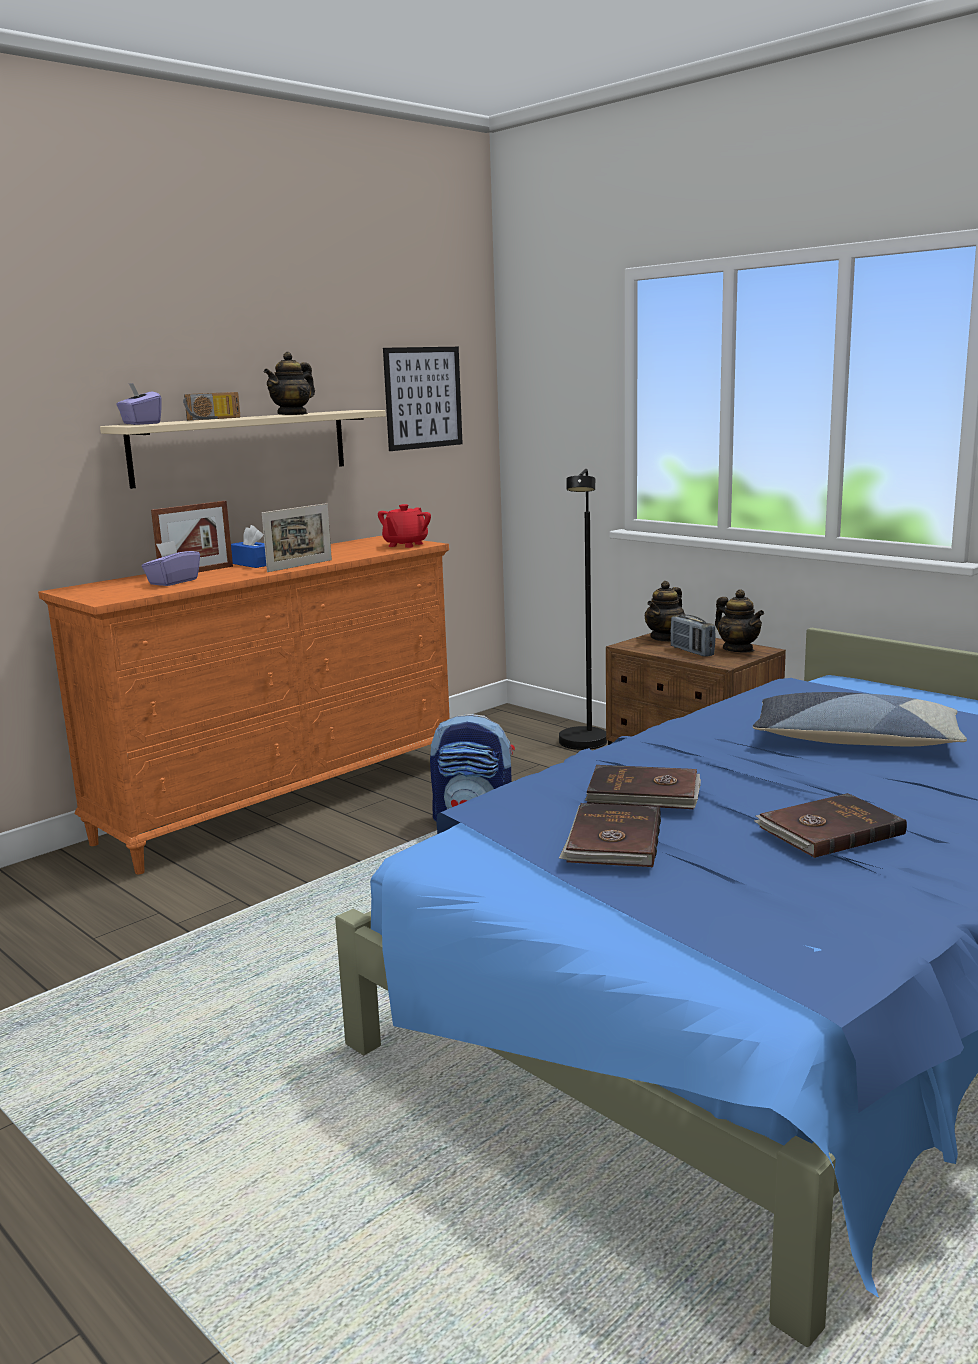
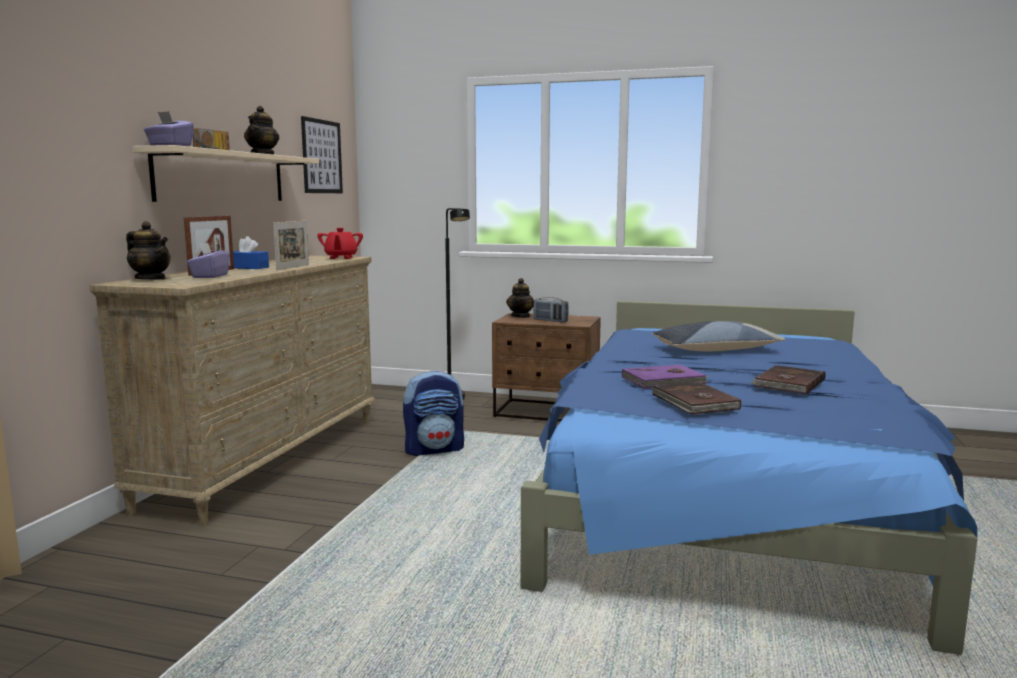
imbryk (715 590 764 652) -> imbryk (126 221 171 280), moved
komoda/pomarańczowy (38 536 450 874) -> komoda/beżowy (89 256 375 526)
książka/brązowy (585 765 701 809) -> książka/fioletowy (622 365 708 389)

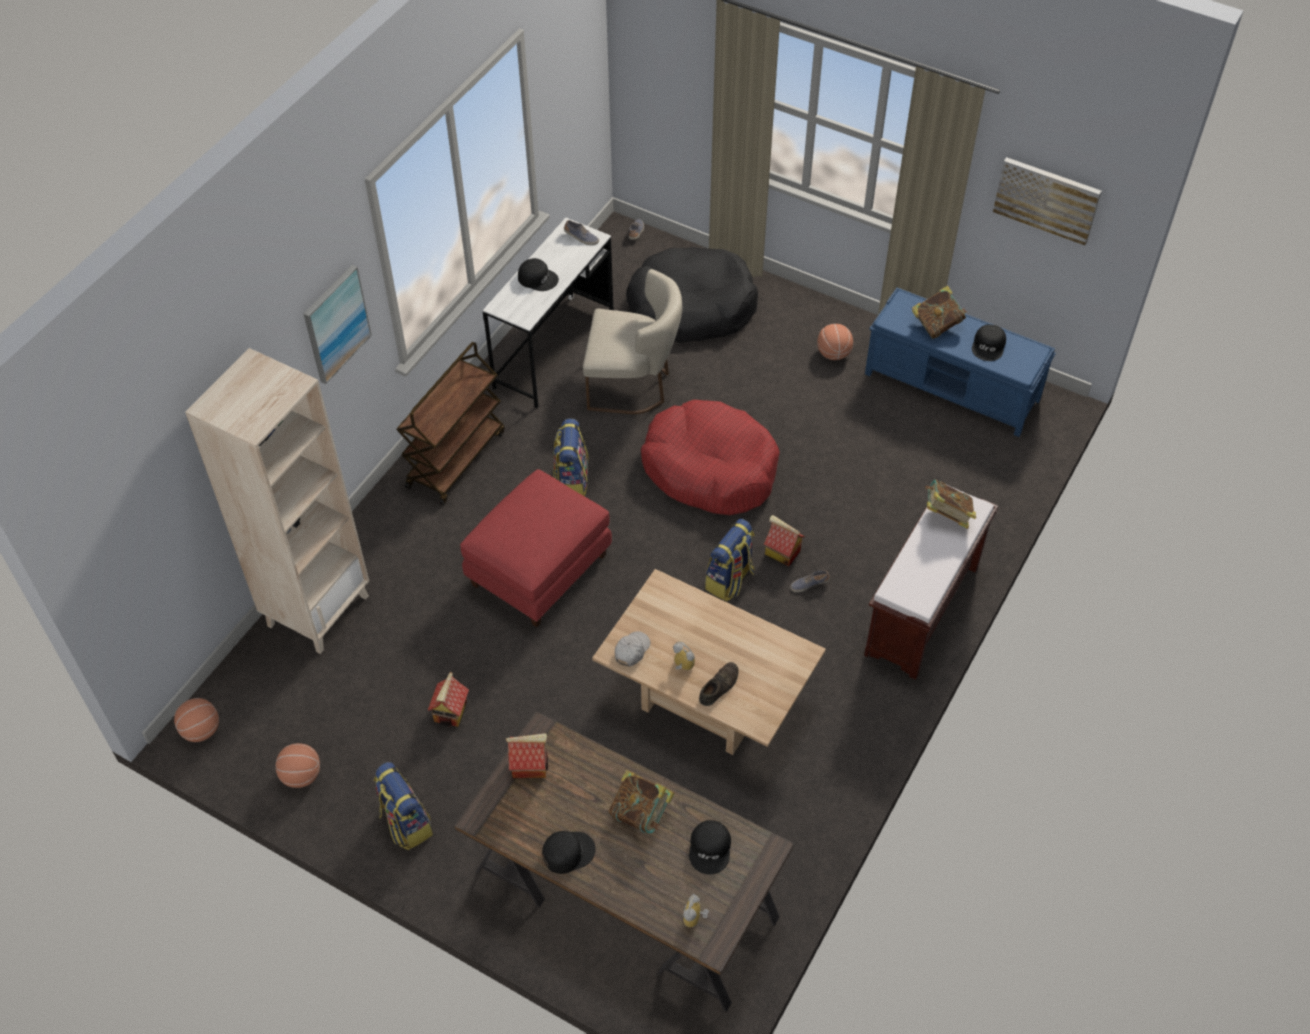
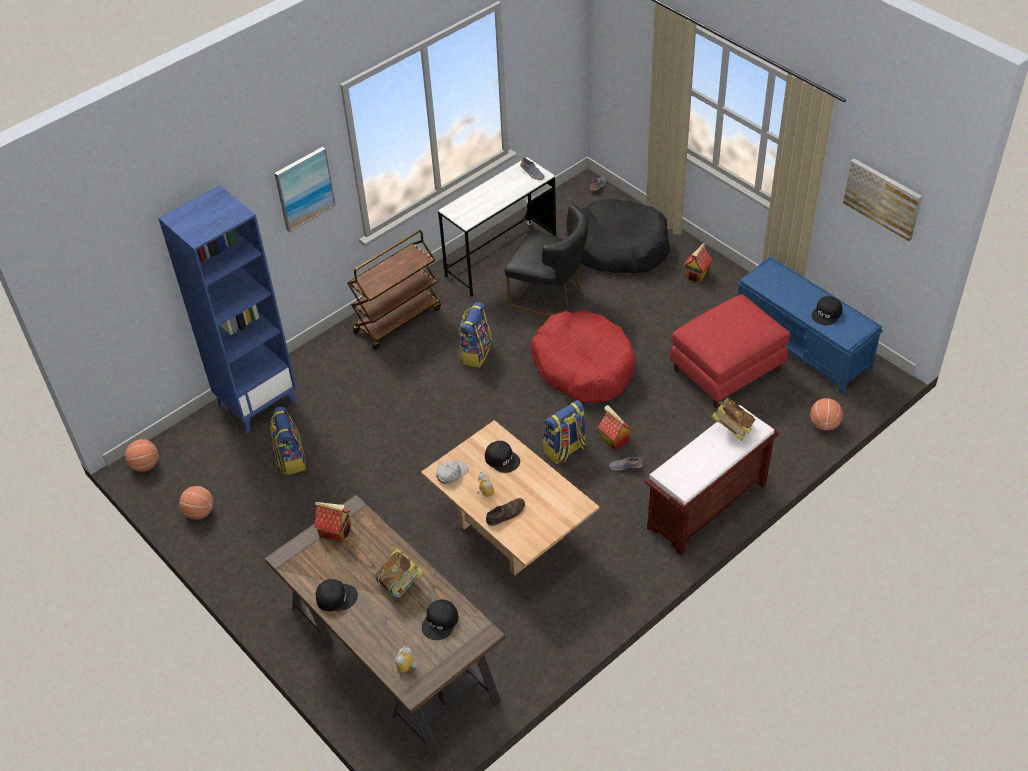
książka (912 285 967 339) -> none
plecak (374 762 433 850) -> plecak (270 407 306 475), moved
domek (428 672 469 727) -> domek (684 243 713 283), moved
pufa/czerwony (460 469 612 627) -> pufa/czerwony (670 294 790 408), moved
czapka z daszkiem/czarny (518 258 559 291) -> czapka z daszkiem/czarny (485 441 520 473), moved
piłka do koszykówki (817 324 853 360) -> piłka do koszykówki (810 398 843 431), moved
regał/beżowy (185 348 369 654) -> regał/niebieski (158 185 297 433)
krzesło/beżowy (583 269 683 414) -> krzesło/czarny (505 204 589 316)

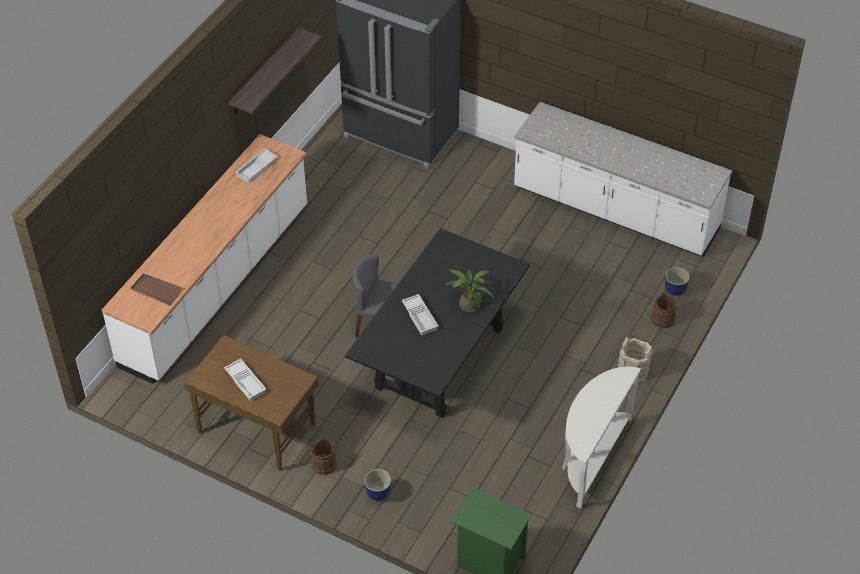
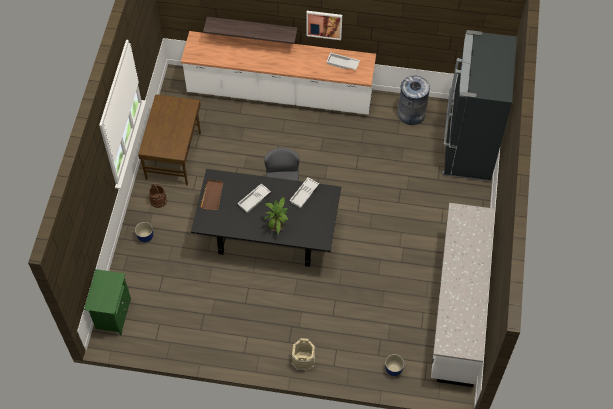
stolik konsolowy/biały (562 367 641 508) -> none
wiadro/brązowy (652 291 677 328) -> none
none -> obraz (306 11 342 40)
none -> kosz na śmieci/szary (398 75 430 125)
taca/brązowy (131 273 183 306) -> taca/brązowy (200 180 223 210), moved
taca/biały (224 359 266 401) -> taca/biały (289 177 319 208), moved
półka (229 28 322 115) -> półka (203 17 298 44), moved

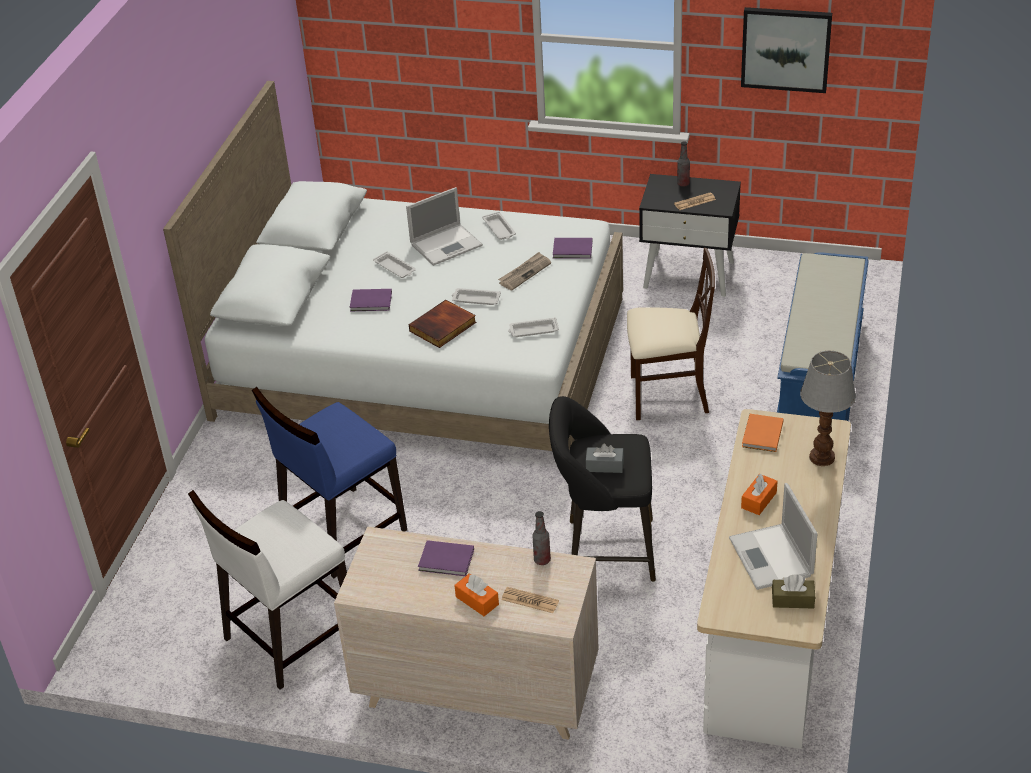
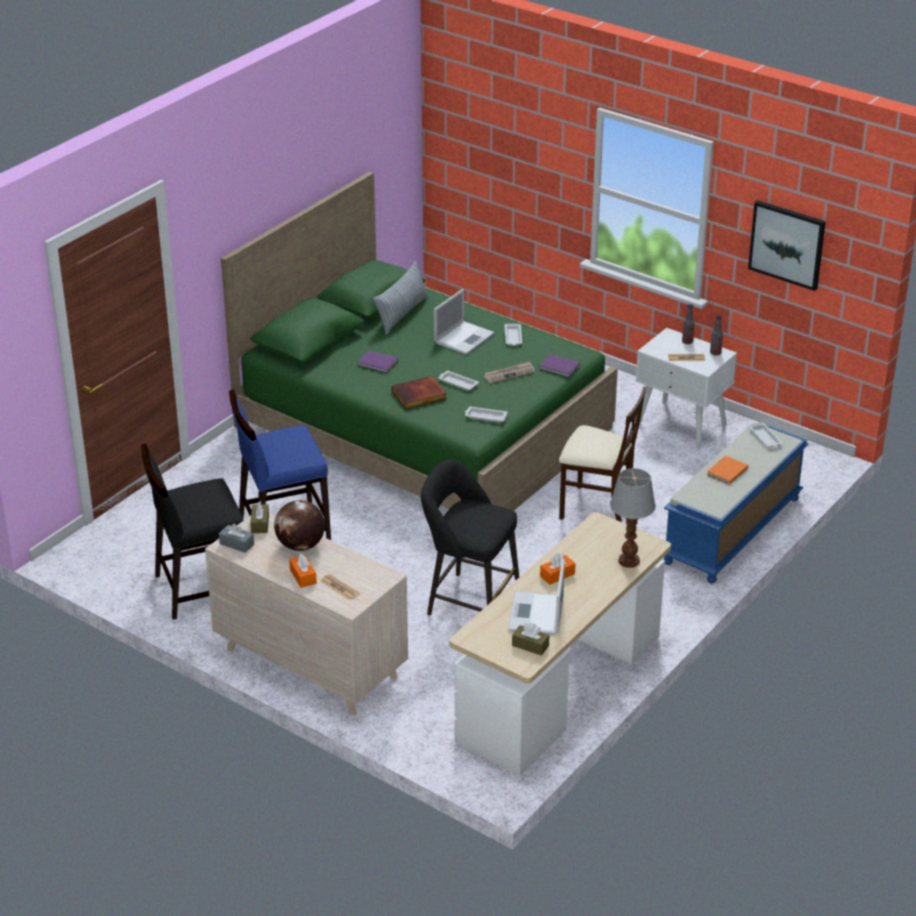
none -> pudełko chusteczek/brązowy (250 501 269 533)
none -> poduszka (373 261 428 335)
taca/biały (373 251 416 278) -> taca/biały (749 422 783 448), moved
butelka (532 511 551 565) -> butelka (710 315 723 355), moved
pudełko chusteczek/szary (585 444 624 473) -> pudełko chusteczek/szary (219 523 254 553), moved
książka/pomarańczowy (742 414 784 452) -> książka/pomarańczowy (707 456 748 485), moved
książka/fioletowy (418 540 474 576) -> globus (274 500 325 551)
łóżko/biały (163 81 623 451) -> łóżko/zielony (221 172 618 511)
krzesło/biały (188 490 347 690) -> krzesło/czarny (141 443 244 620)
szafka nocna/czarny (639 174 741 297) -> szafka nocna/biały (636 328 737 449)
laptop (406 187 483 266) -> laptop (434 289 494 355), 45 degrees counterclockwise

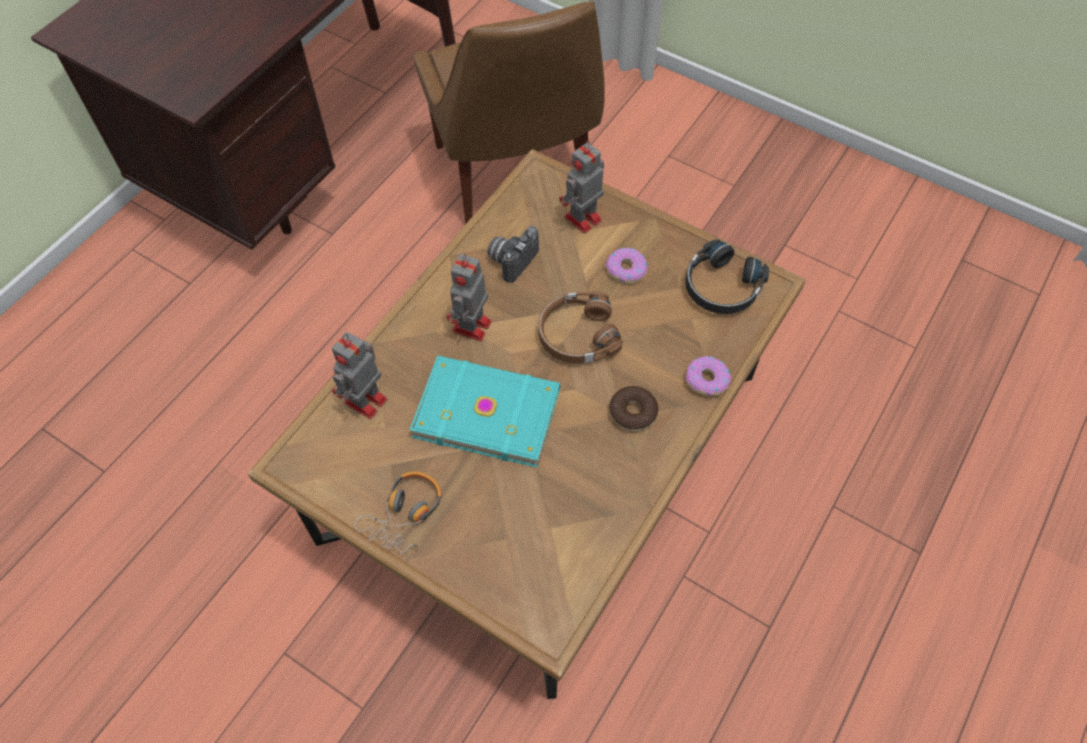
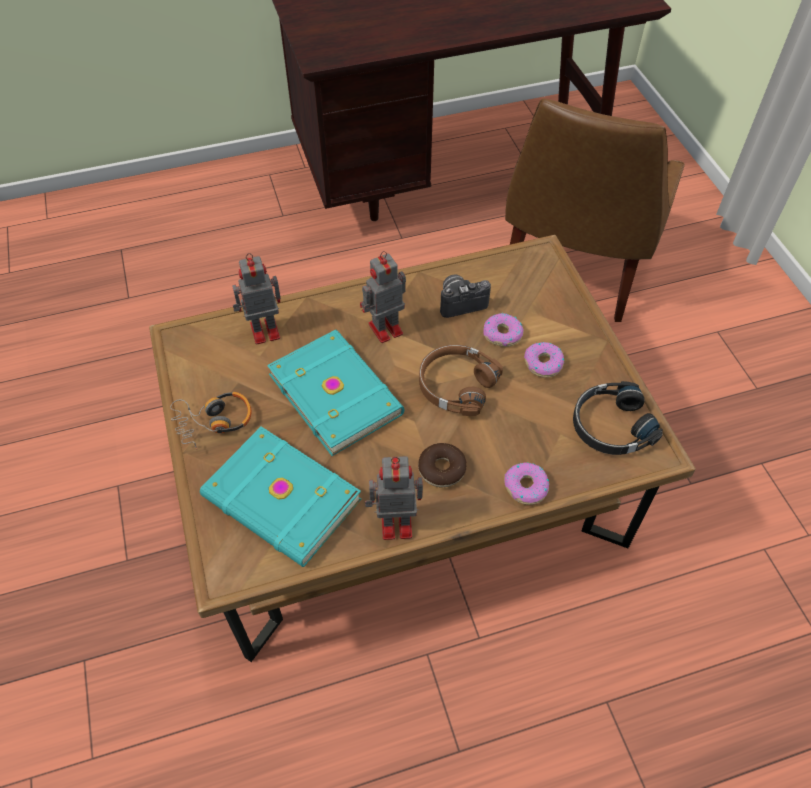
none -> książka/turkusowy (200 427 361 567)
none -> donut (483 313 524 347)
robot zabawkowy (559 141 604 234) -> robot zabawkowy (365 456 423 540), moved

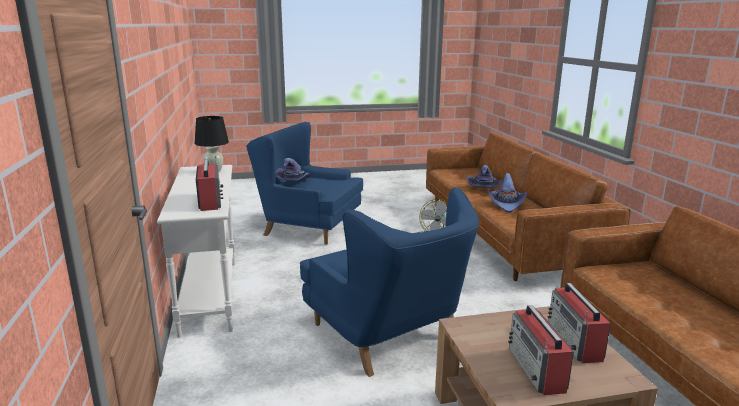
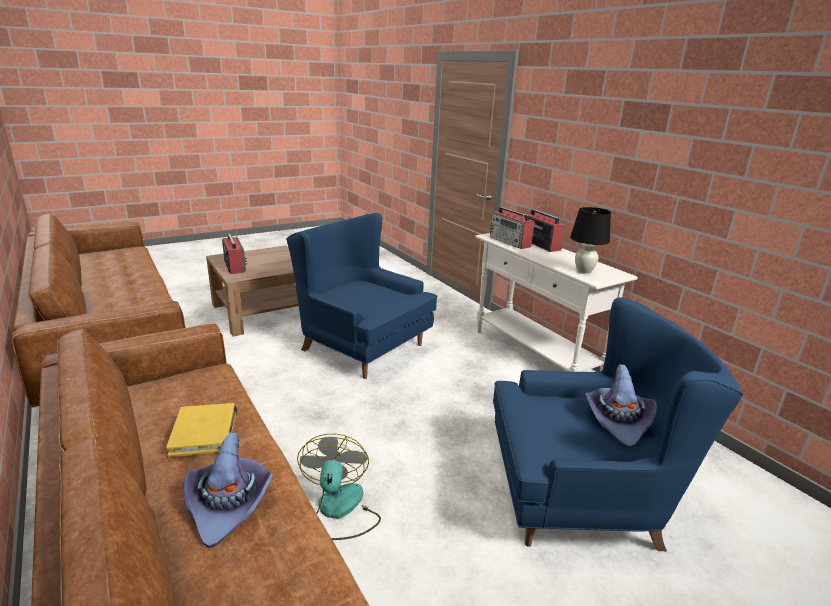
radio (508 305 574 395) -> radio (524 206 566 252), moved
kapelusz/fioletowy (487 173 527 213) -> książka/żółty (166 403 237 457)

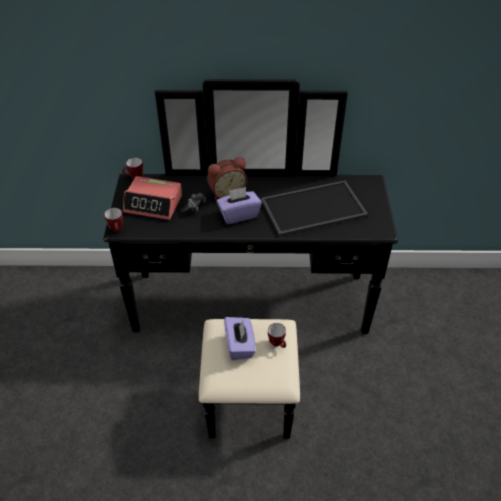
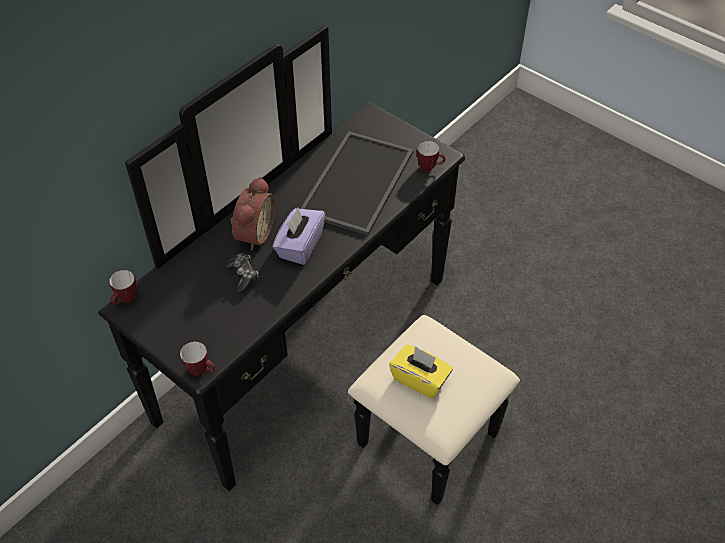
budzik (123 176 182 220) -> none
kubek (268 323 286 348) -> kubek (417 141 446 172), moved
pudełko chusteczek/fioletowy (224 317 256 360) -> pudełko chusteczek/żółty (389 345 453 399)

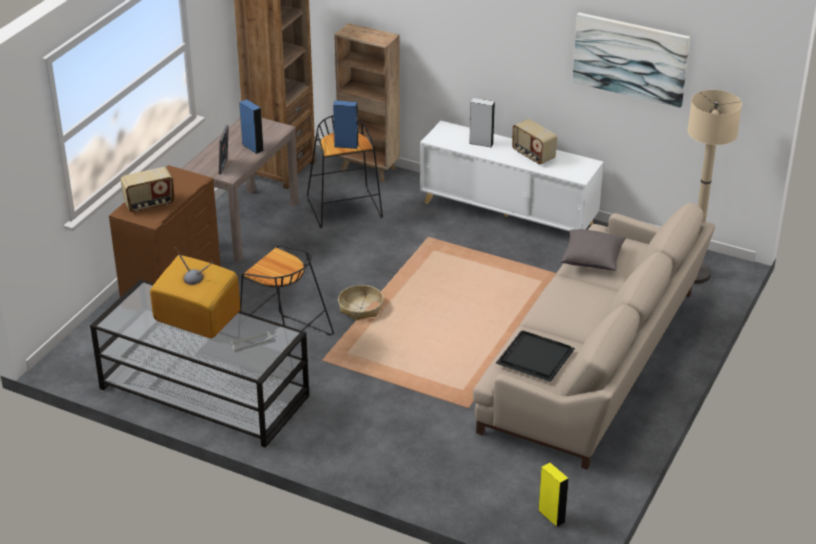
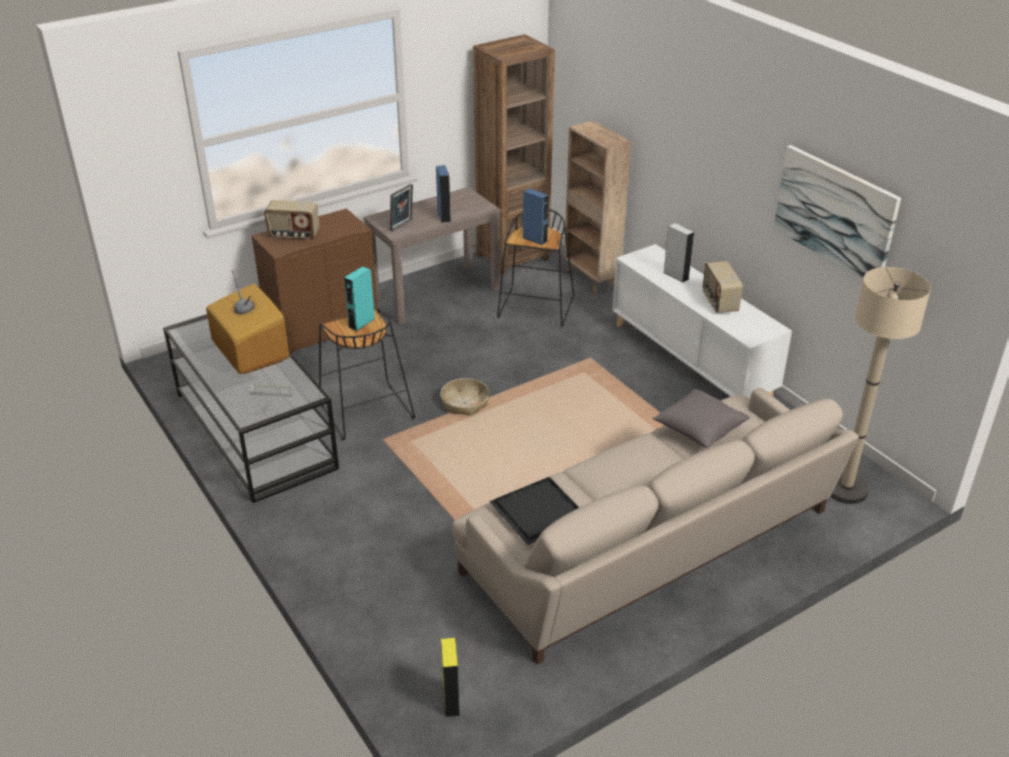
none -> głośnik/turkusowy (344 266 375 331)

